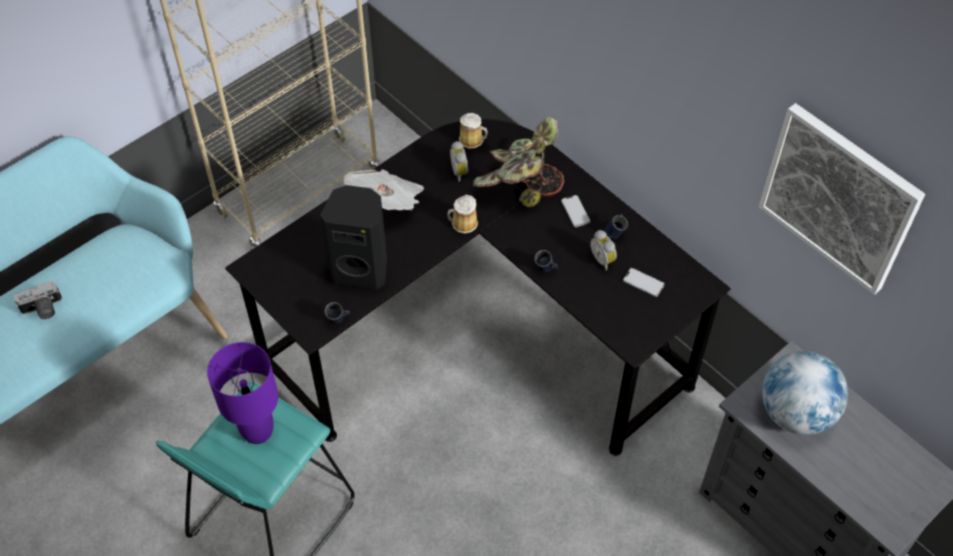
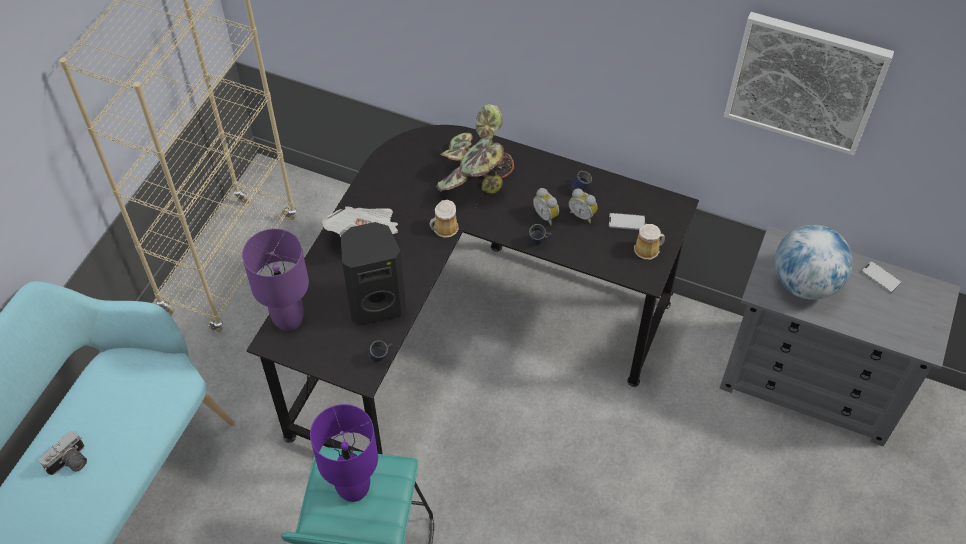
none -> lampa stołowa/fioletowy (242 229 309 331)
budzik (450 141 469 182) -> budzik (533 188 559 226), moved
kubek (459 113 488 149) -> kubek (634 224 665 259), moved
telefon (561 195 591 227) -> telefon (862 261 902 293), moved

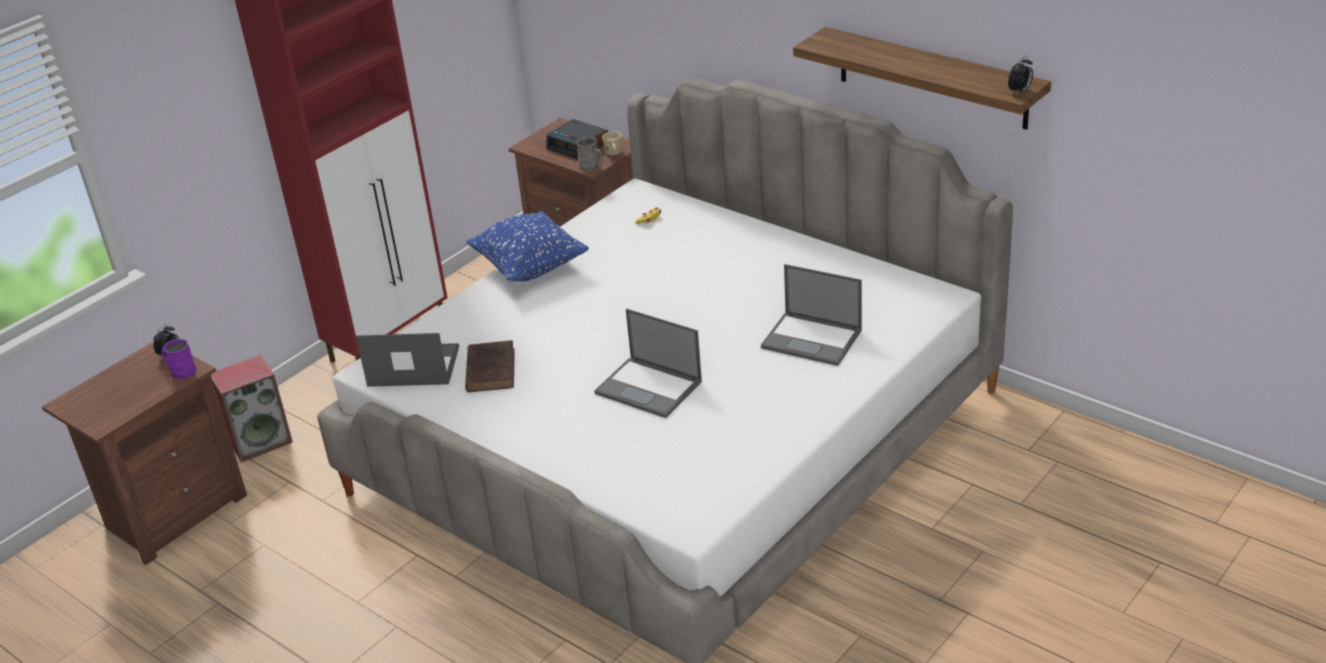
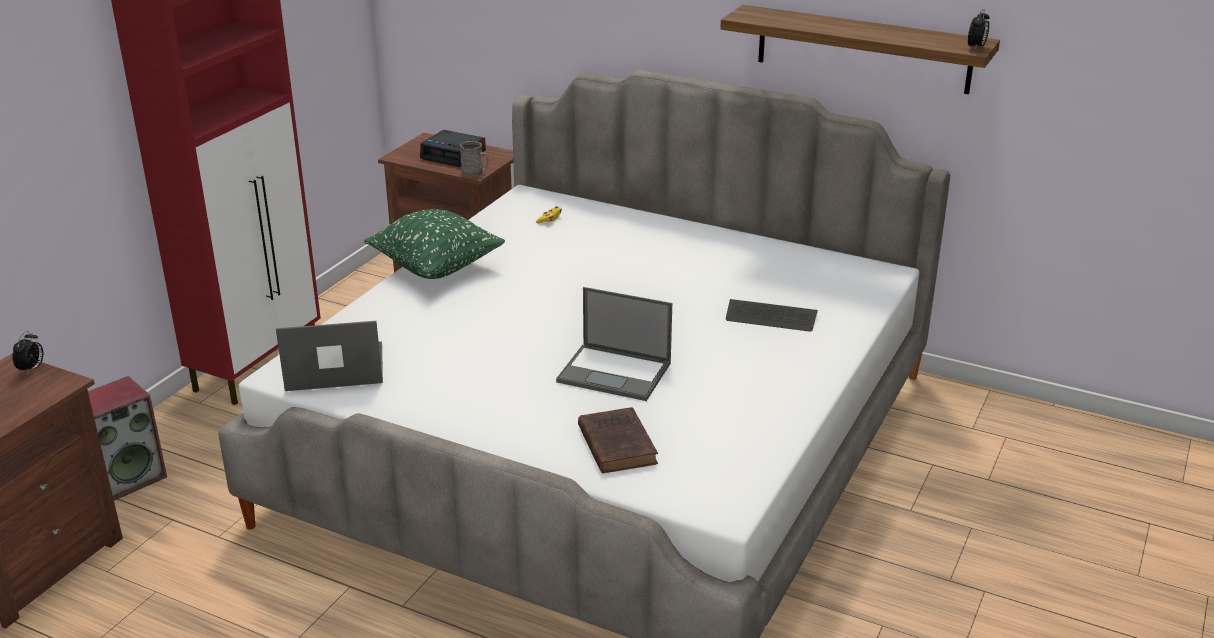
kubek/fioletowy (161 339 196 379) -> none
kubek/beżowy (602 131 622 155) -> none
książka/brązowy (465 340 515 392) -> książka/brązowy (578 407 658 474), moved
laptop (761 264 862 366) -> klawiatura (726 299 818 332)
poduszka/niebieski (466 211 589 282) -> poduszka/zielony (364 209 505 279)

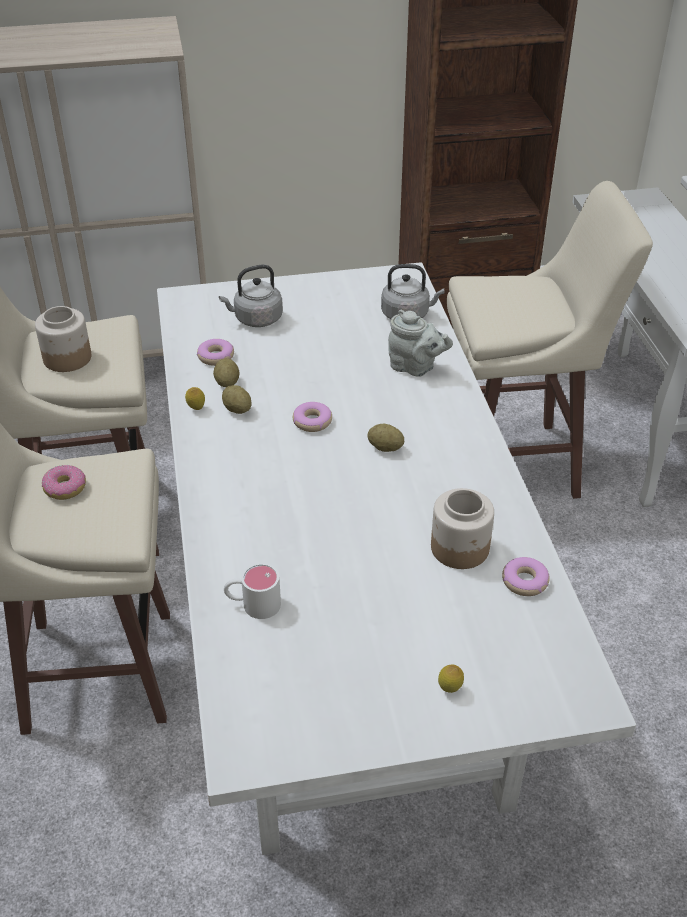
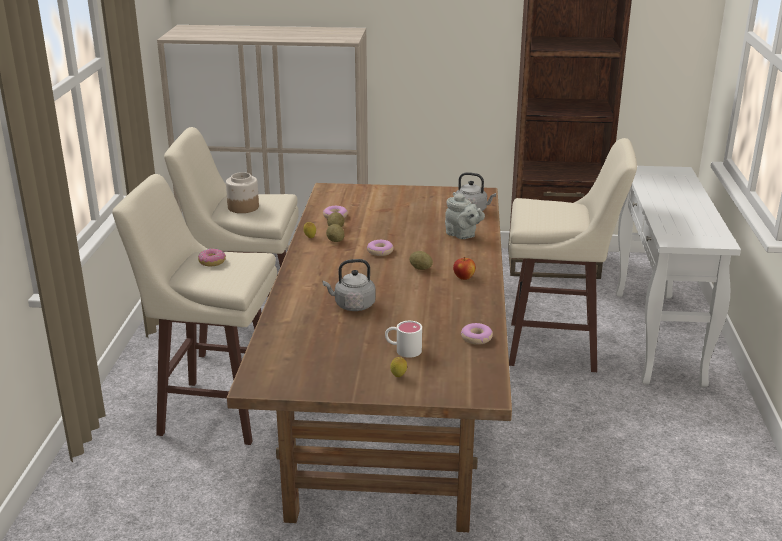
słoik (431 488 494 569) -> none
none -> jabłko (453 257 476 280)
czajnik/szary (219 264 283 327) -> czajnik/szary (322 259 376 311), moved
kubek/biały (224 563 281 619) -> kubek/biały (385 321 422 358), moved
stół jadalny/biały (157 262 636 855) -> stół jadalny/brązowy (227 183 512 532)

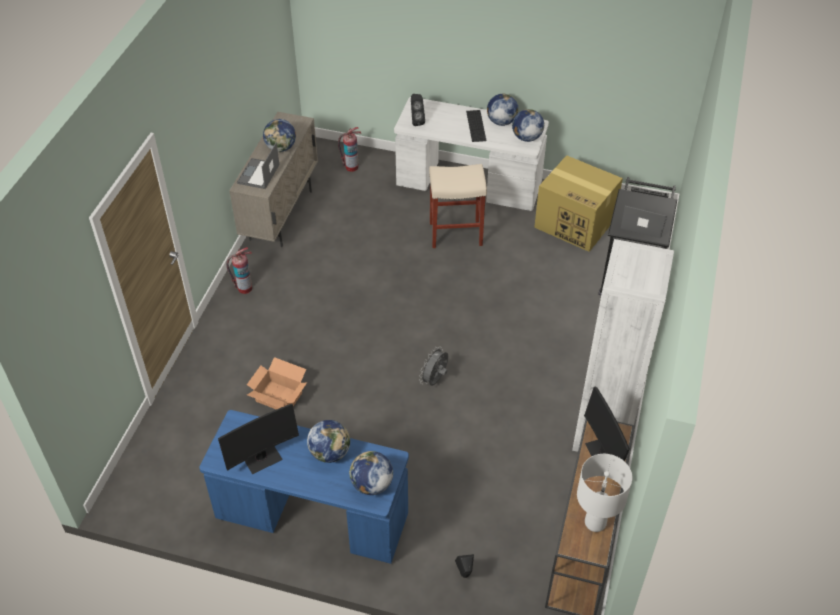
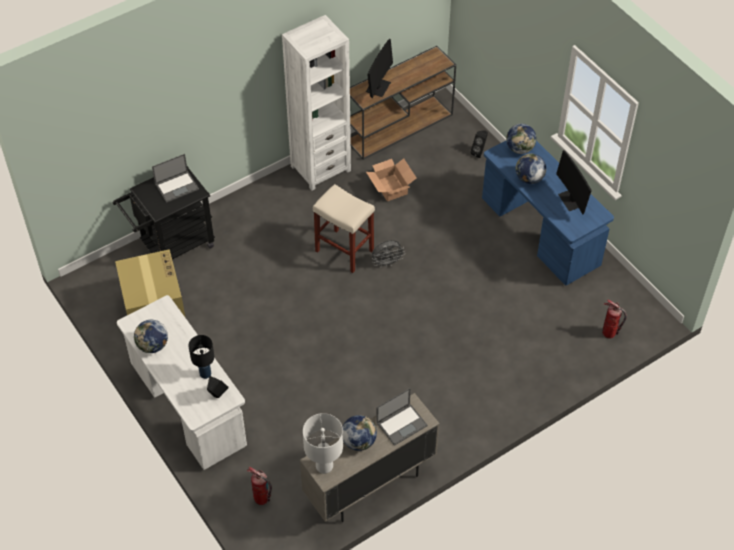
klawiatura (466 110 486 142) -> none
globus (512 109 544 142) -> none
none -> lampa stołowa/czarny (188 335 214 379)
gaśnica (226 247 252 294) -> gaśnica (602 300 627 339), moved
karton (247 357 307 410) -> karton (366 158 416 201), moved
stołek/beżowy (429 164 487 248) -> stołek/beżowy (313 184 375 273), moved
lampa stołowa/biały (577 454 632 532) -> lampa stołowa/biały (303 413 343 474), moved
monitor (218 404 299 475) -> monitor (556 150 592 215), 120 degrees counterclockwise
laptop (621 206 668 238) -> laptop (152 154 199 203), 90 degrees counterclockwise

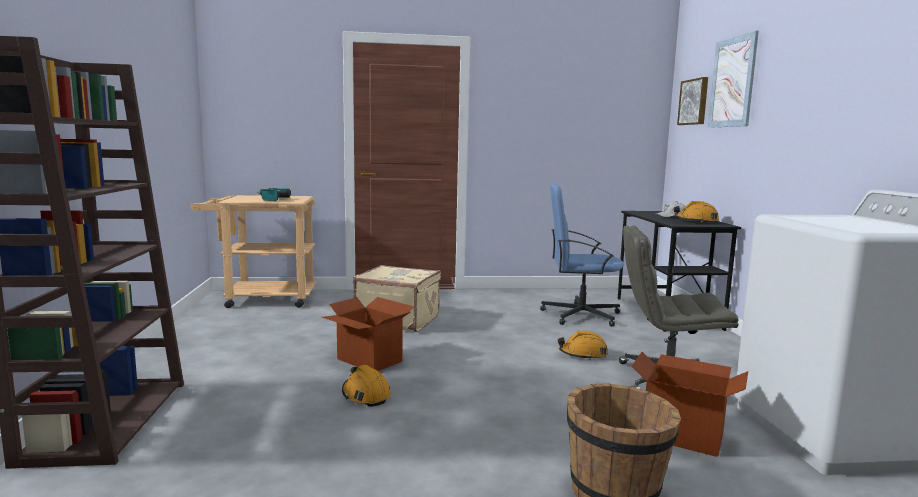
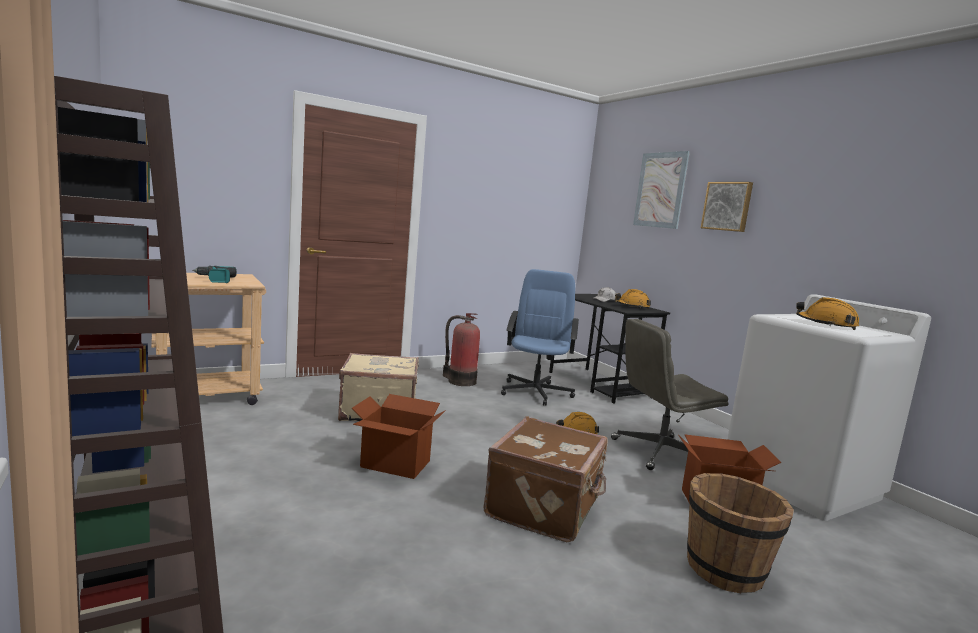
none -> gaśnica (443 313 480 386)
none -> walizka/brązowy (484 416 608 542)
kask/pomarańczowy (342 365 391 407) -> kask/pomarańczowy (796 297 859 330), moved
obraz (677 77 708 125) -> obraz (701 182 753 232), moved
krzesło biurowe/niebieski (540 184 624 327) -> krzesło biurowe/niebieski (501 269 579 406), 120 degrees clockwise

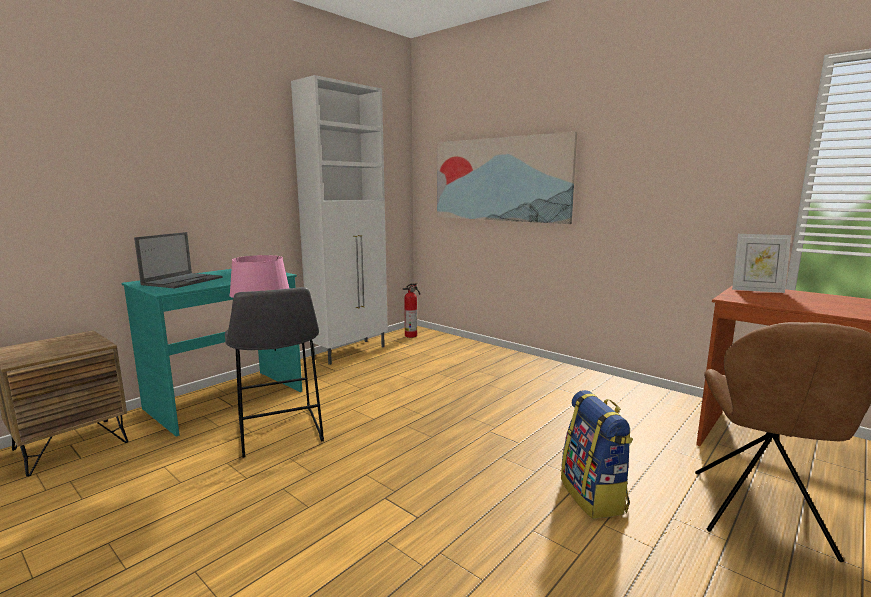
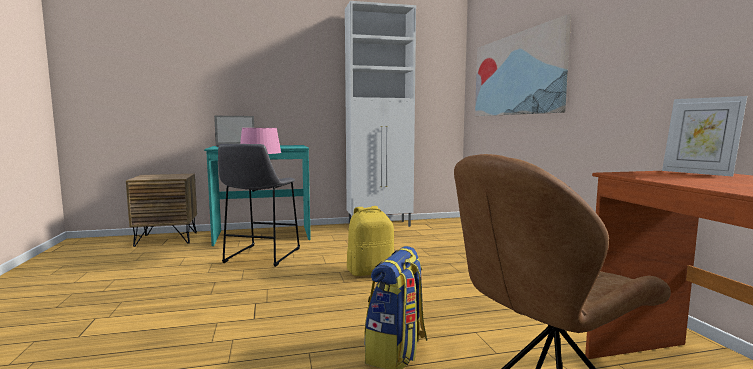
gaśnica (403 283 420 338) -> none
none -> plecak/żółty (347 206 394 276)

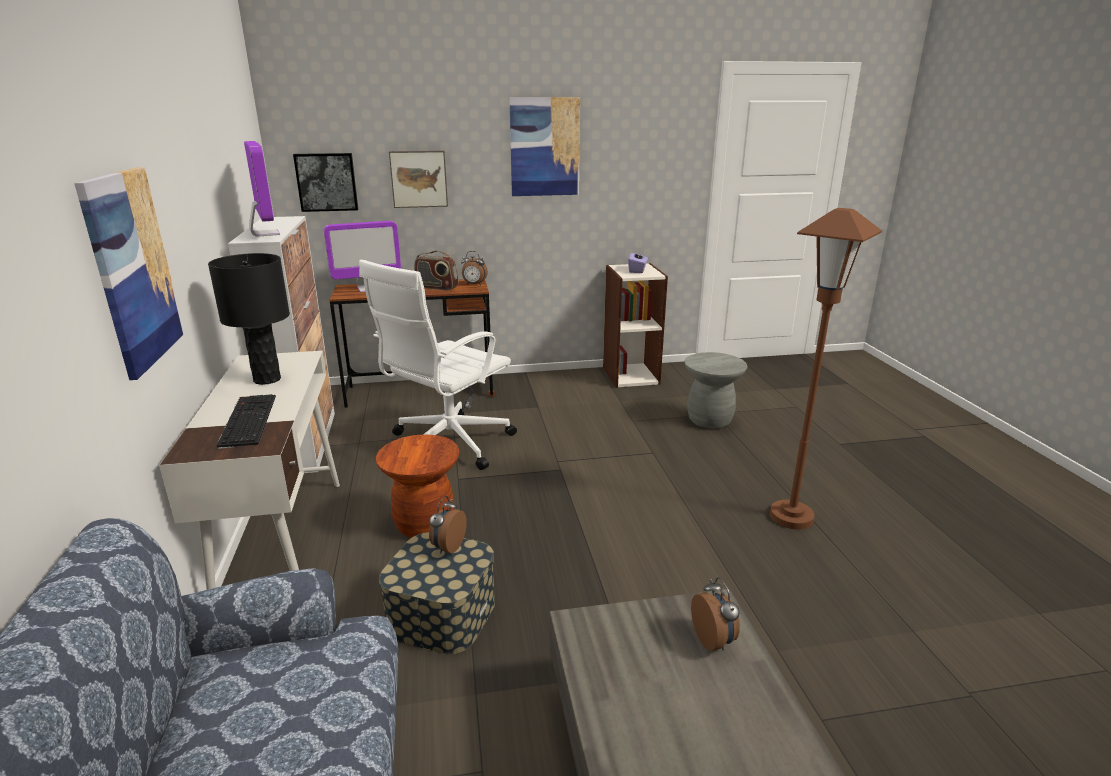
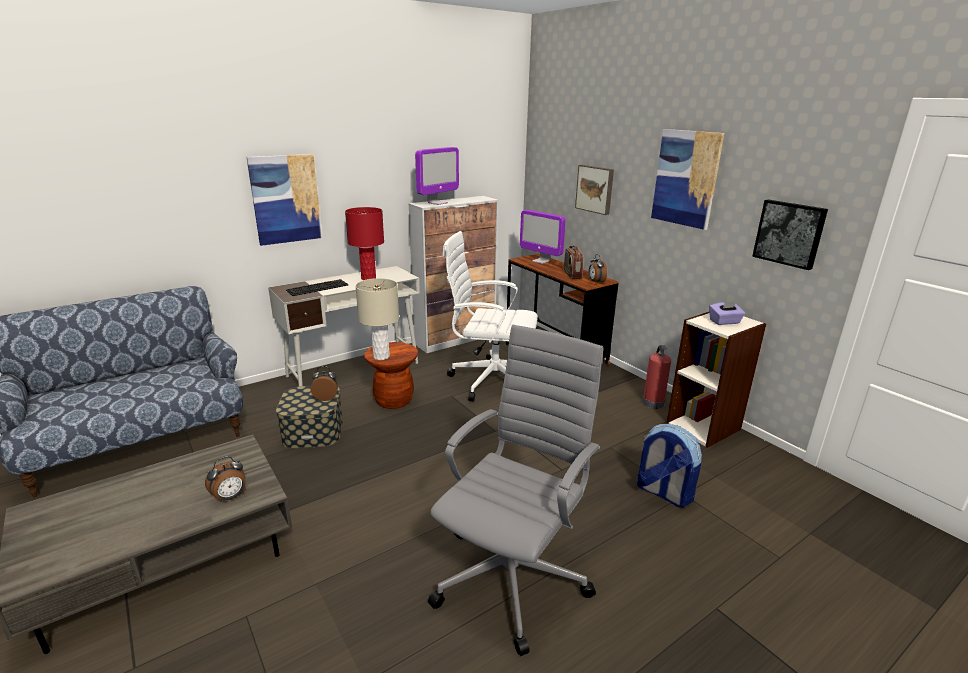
none -> lampa stołowa/beżowy (355 278 399 360)
none -> gaśnica (642 345 671 409)
obraz (293 153 358 212) -> obraz (752 200 828 270), moved
stołek/szary (684 352 748 429) -> plecak (637 424 702 507)
lampa stojąca/brązowy (770 208 882 529) -> krzesło biurowe/szary (428 325 604 656)
lampa stołowa/czarny (208 253 290 385) -> lampa stołowa/czerwony (345 207 384 280)

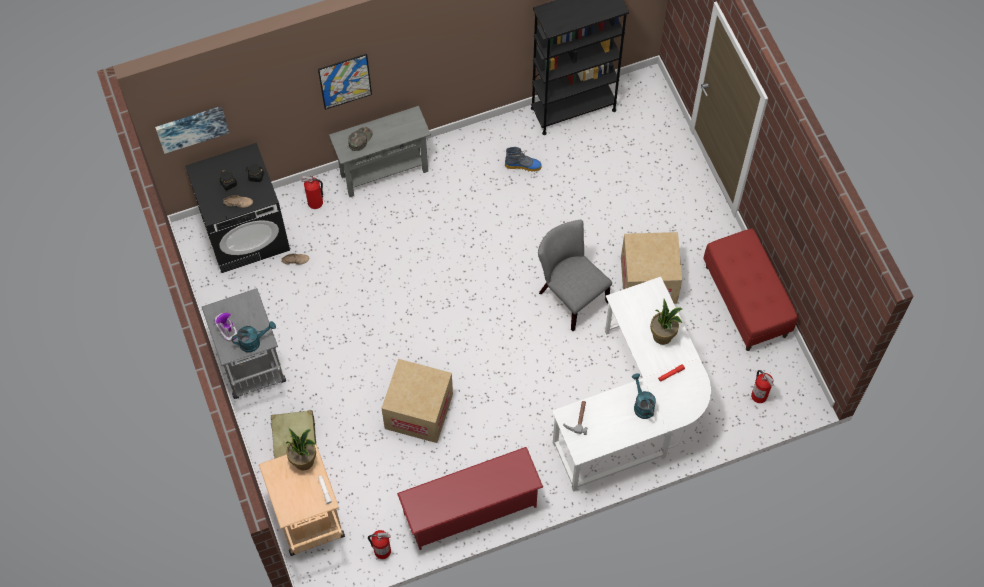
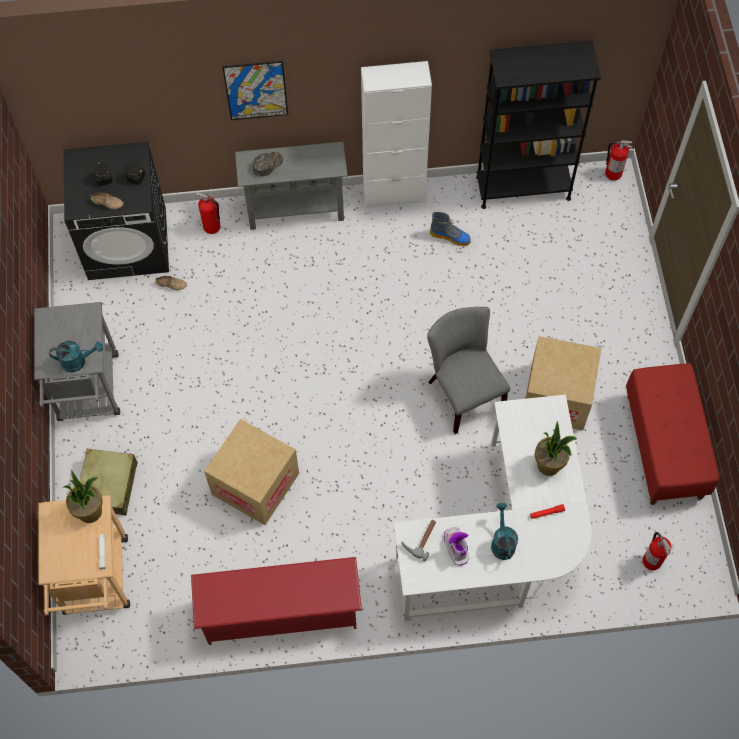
obraz (155 106 229 154) -> none
none -> szafka/biały (361 61 432 208)
but z cholewką (215 313 237 341) -> but z cholewką (444 527 469 566), moved
gaśnica (368 530 391 559) -> gaśnica (605 140 632 181), moved

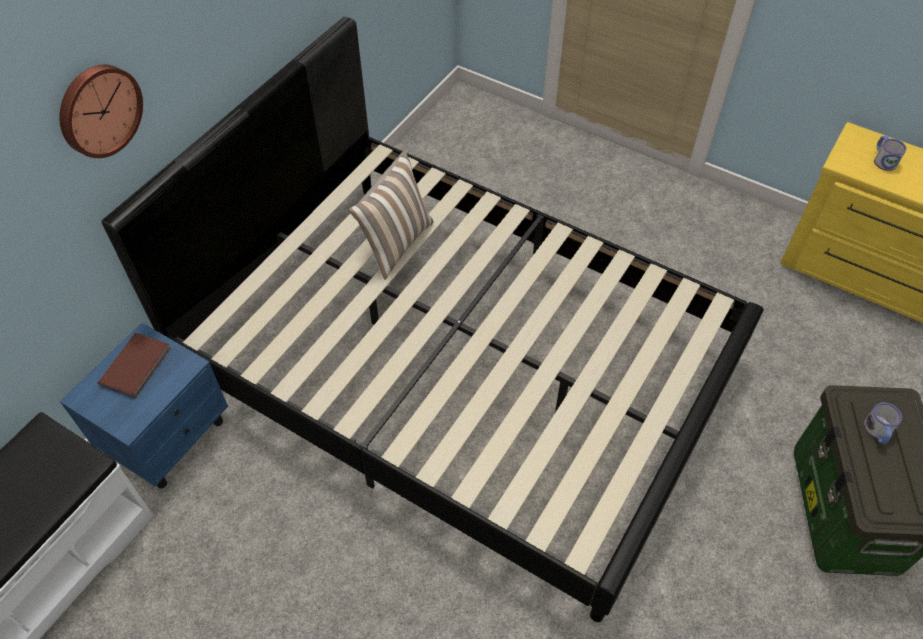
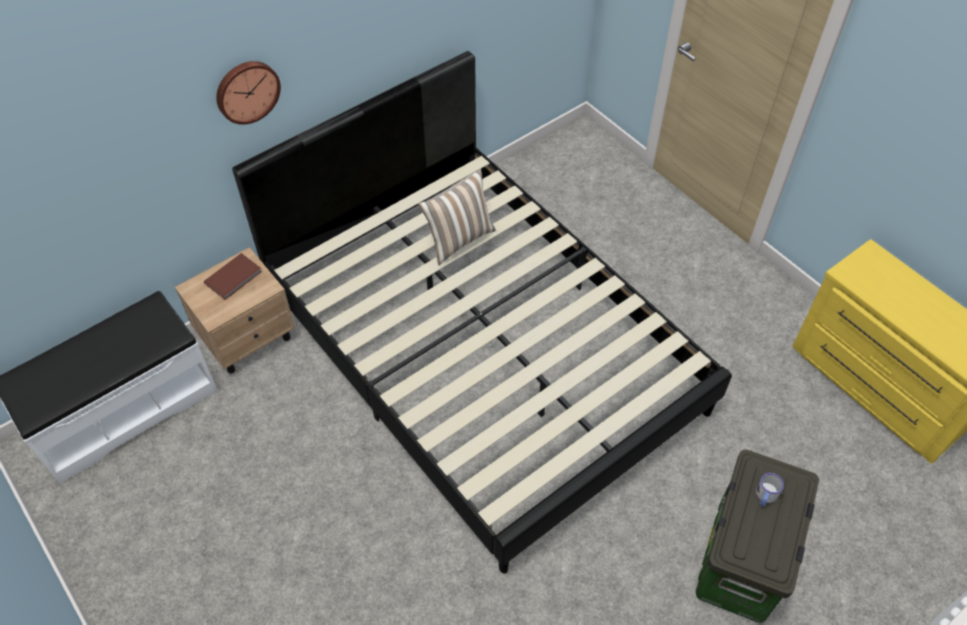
kubek (874 135 907 171) -> none
szafka nocna/niebieski (60 323 228 489) -> szafka nocna/beżowy (175 247 295 374)

